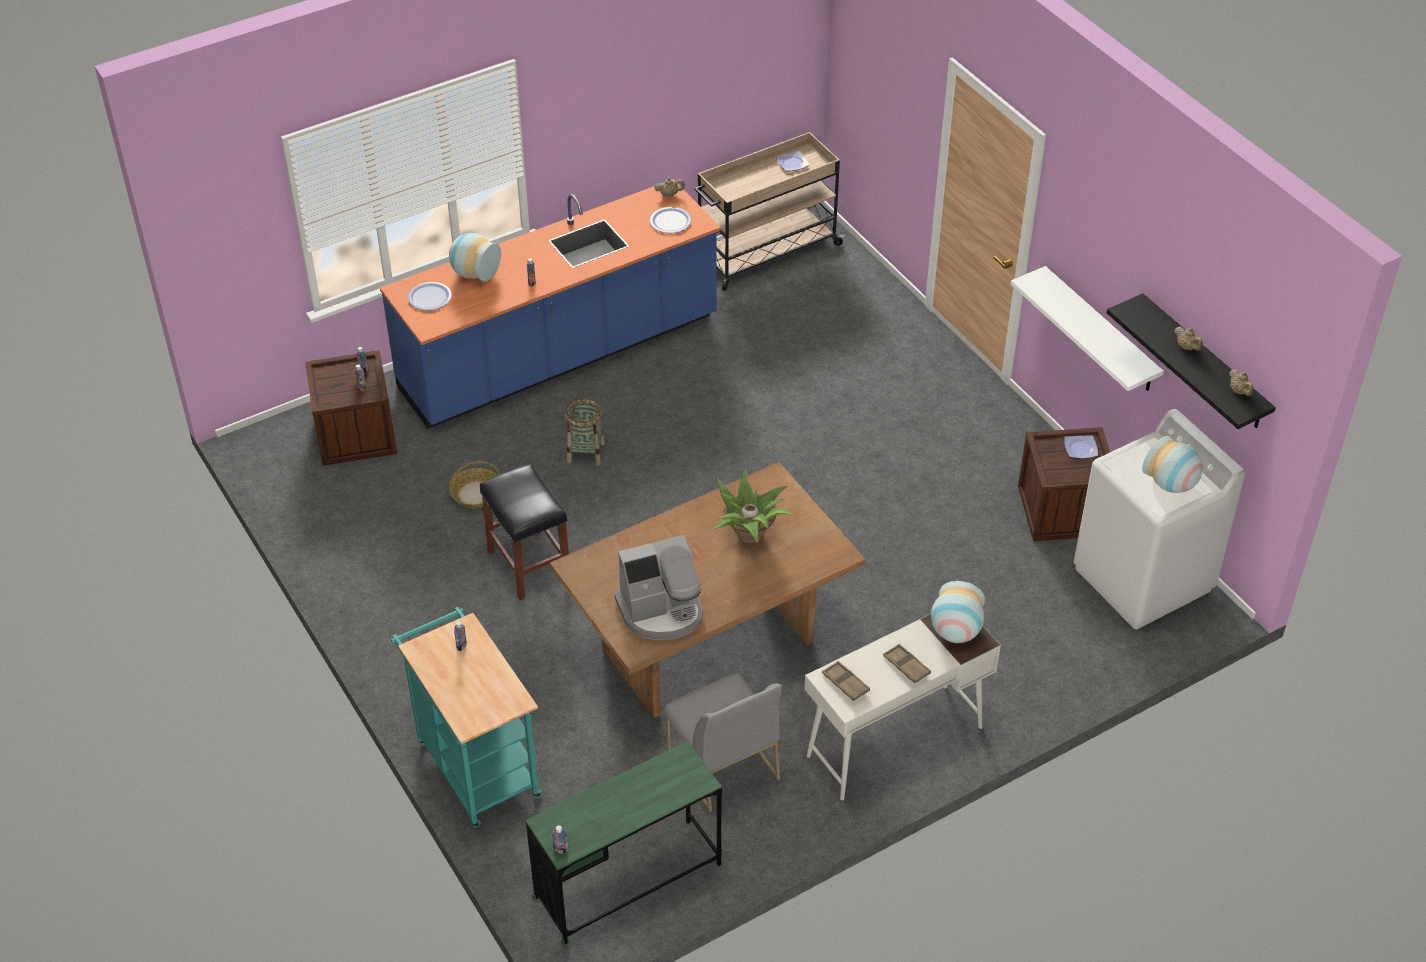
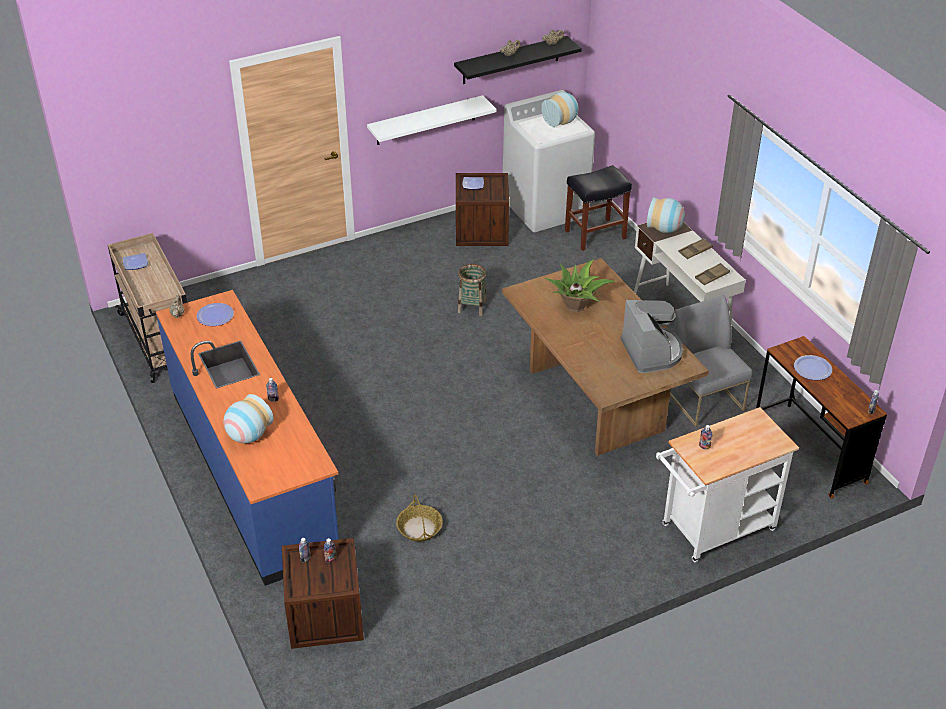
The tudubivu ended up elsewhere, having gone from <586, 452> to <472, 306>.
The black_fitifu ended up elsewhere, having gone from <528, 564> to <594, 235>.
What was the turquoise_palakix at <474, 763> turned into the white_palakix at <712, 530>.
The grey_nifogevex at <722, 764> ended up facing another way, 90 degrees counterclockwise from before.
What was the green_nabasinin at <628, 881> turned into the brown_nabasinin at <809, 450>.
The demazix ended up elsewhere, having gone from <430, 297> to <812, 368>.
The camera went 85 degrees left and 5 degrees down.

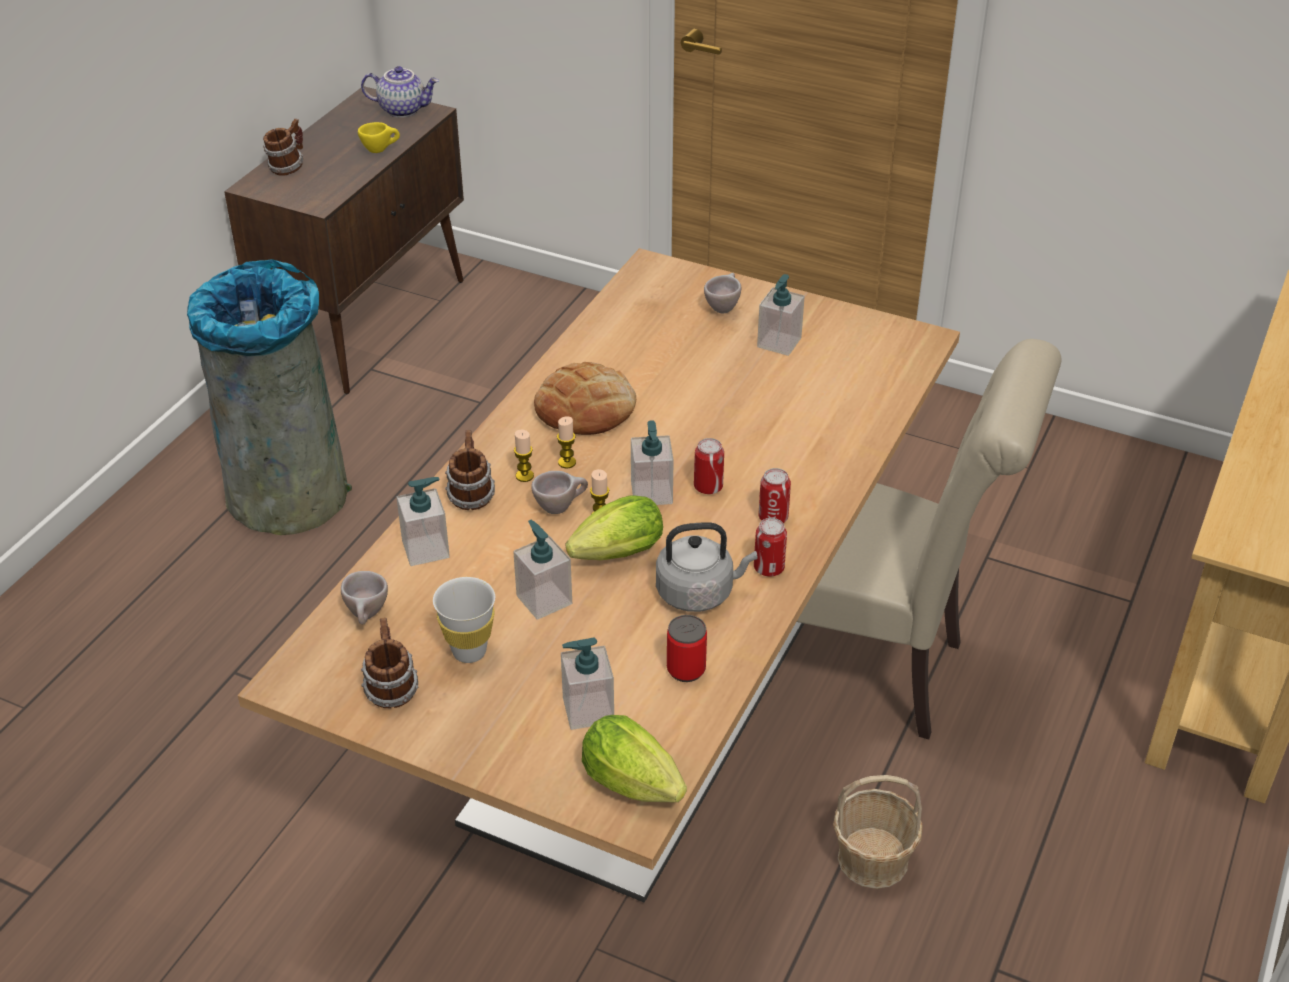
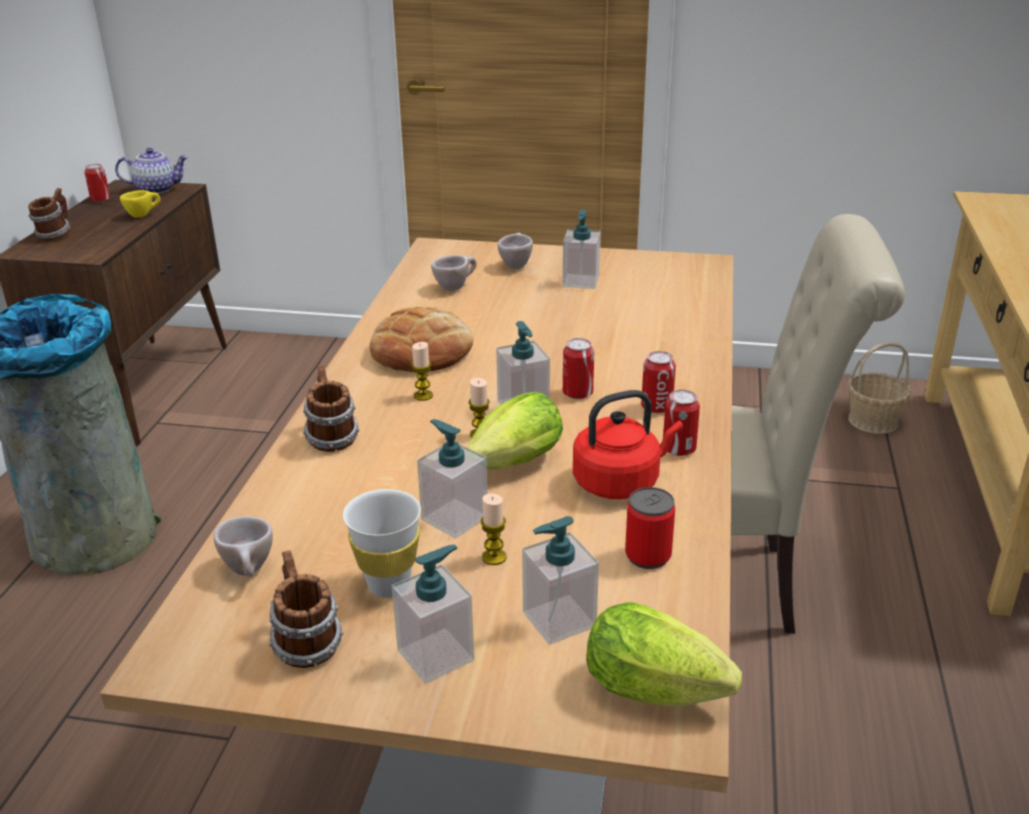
The second view gained the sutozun at <100, 200>.
The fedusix ended up elsewhere, having gone from <426, 549> to <436, 655>.
The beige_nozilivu ended up elsewhere, having gone from <560, 507> to <455, 287>.
The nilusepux ended up elsewhere, having gone from <524, 476> to <494, 557>.
What was the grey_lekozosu at <699, 592> turned into the red_lekozosu at <620, 482>.
The tudubivu ended up elsewhere, having gone from <873, 859> to <873, 421>.
The camera went 15 degrees left and 10 degrees down.

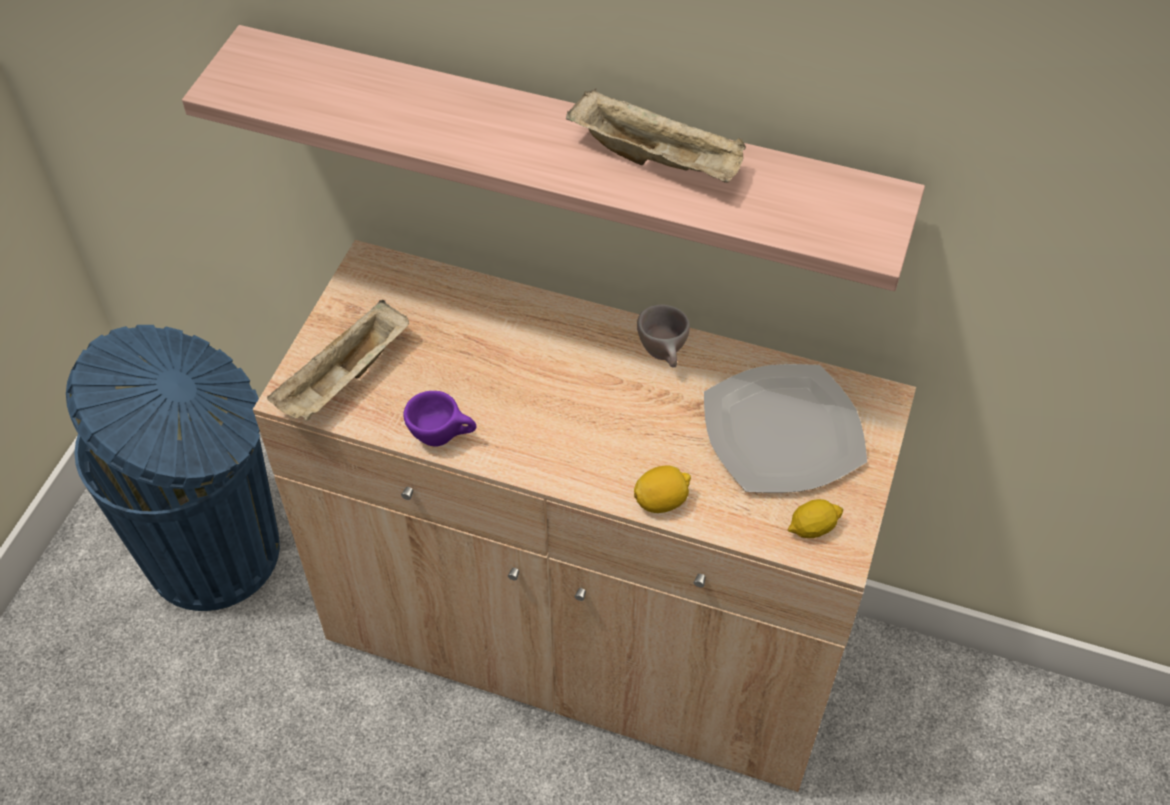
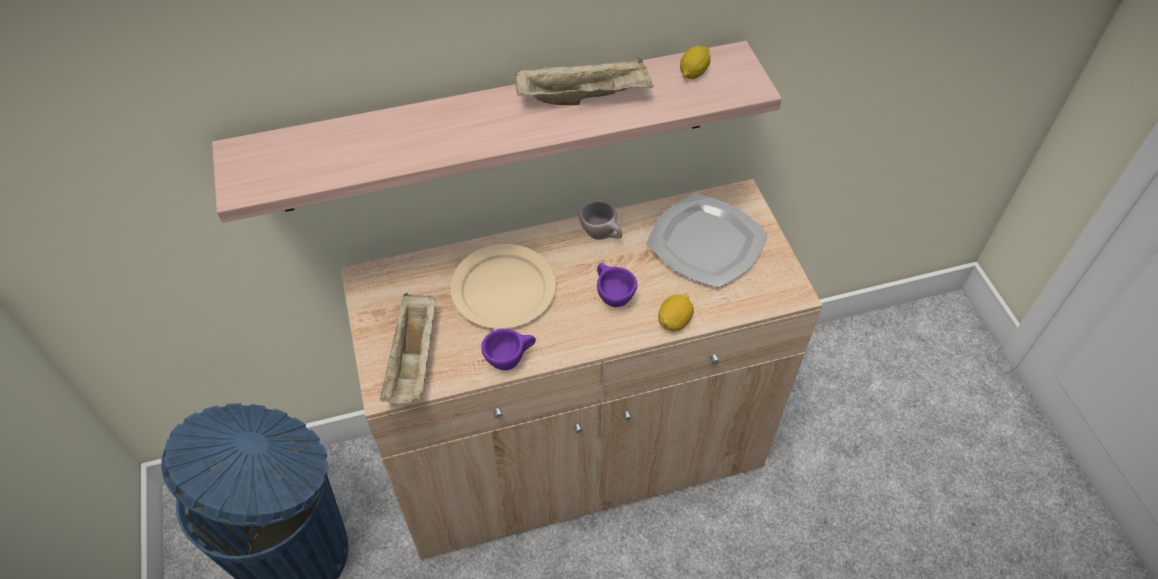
The second view gained the beige_demazix at <503, 290>.
The second view gained the purple_nozilivu at <611, 297>.
The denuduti ended up elsewhere, having gone from <812, 528> to <693, 72>.
The camera went 35 degrees left and 0 degrees up.

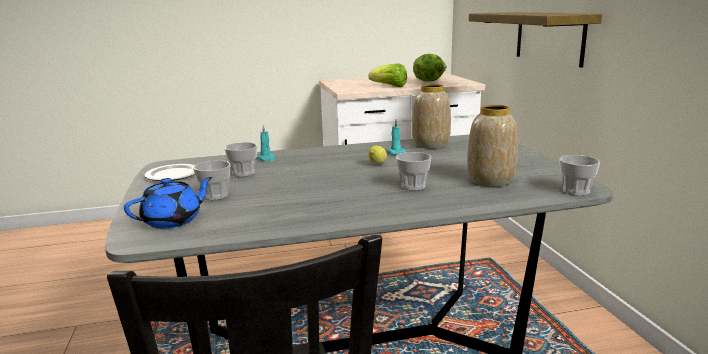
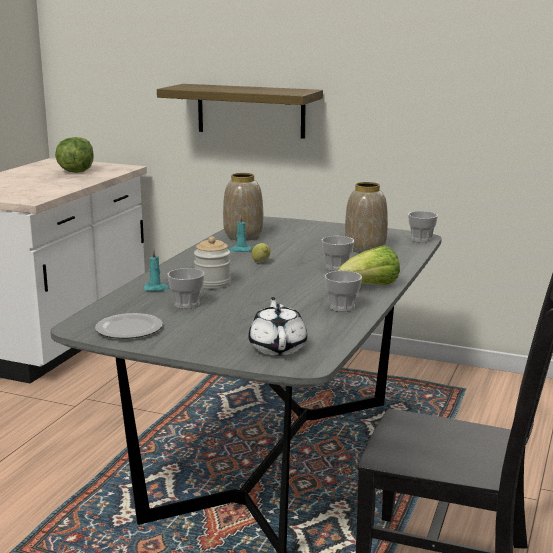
The second view gained the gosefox at <212, 283>.
What was the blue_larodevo at <173, 221> turned into the white_larodevo at <278, 347>.
The nozilivu ended up elsewhere, having gone from <215, 195> to <342, 307>.
The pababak ended up elsewhere, having gone from <389, 86> to <370, 287>.
The camera went 55 degrees left and 0 degrees up.

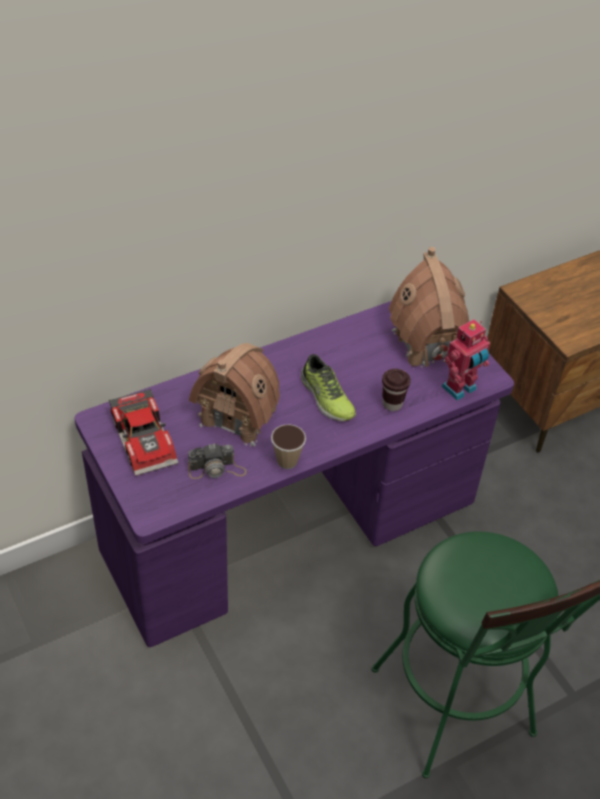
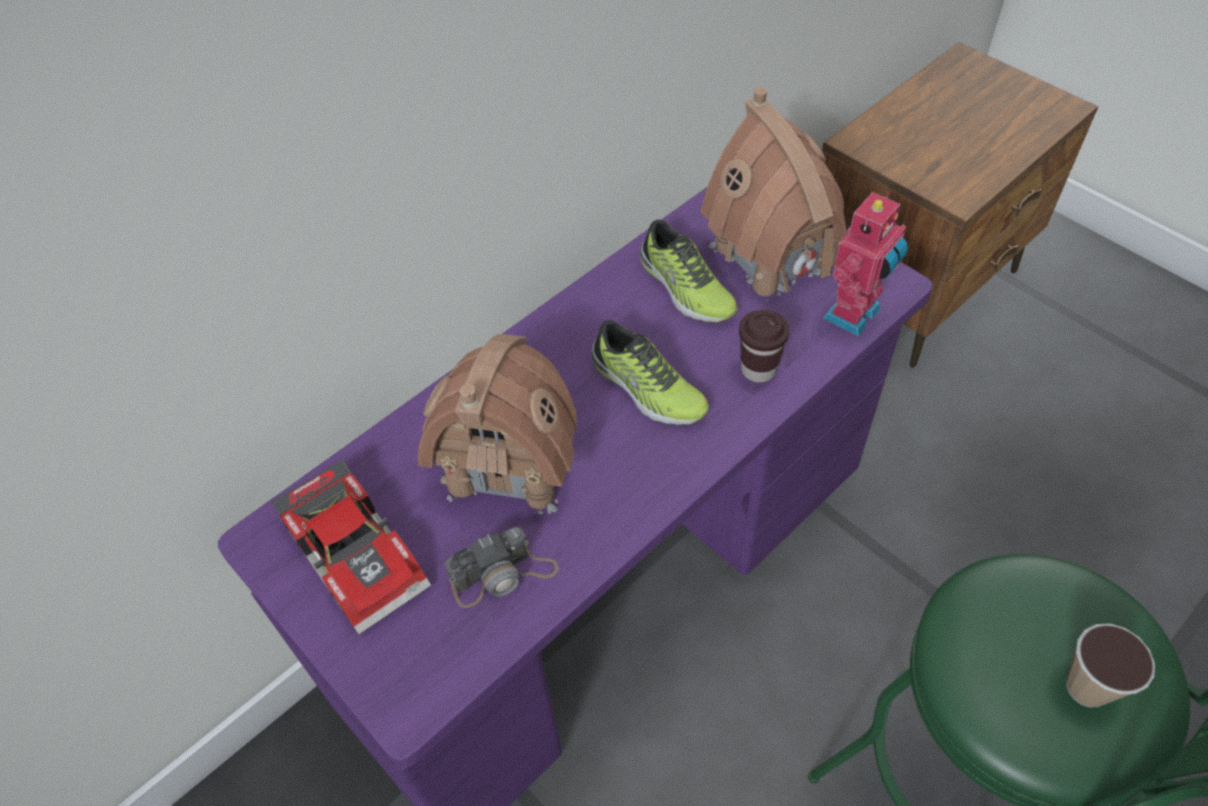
The second view gained the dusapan at <685, 288>.
The nozilivu ended up elsewhere, having gone from <287, 461> to <1087, 687>.
The camera went 10 degrees left and 5 degrees up.

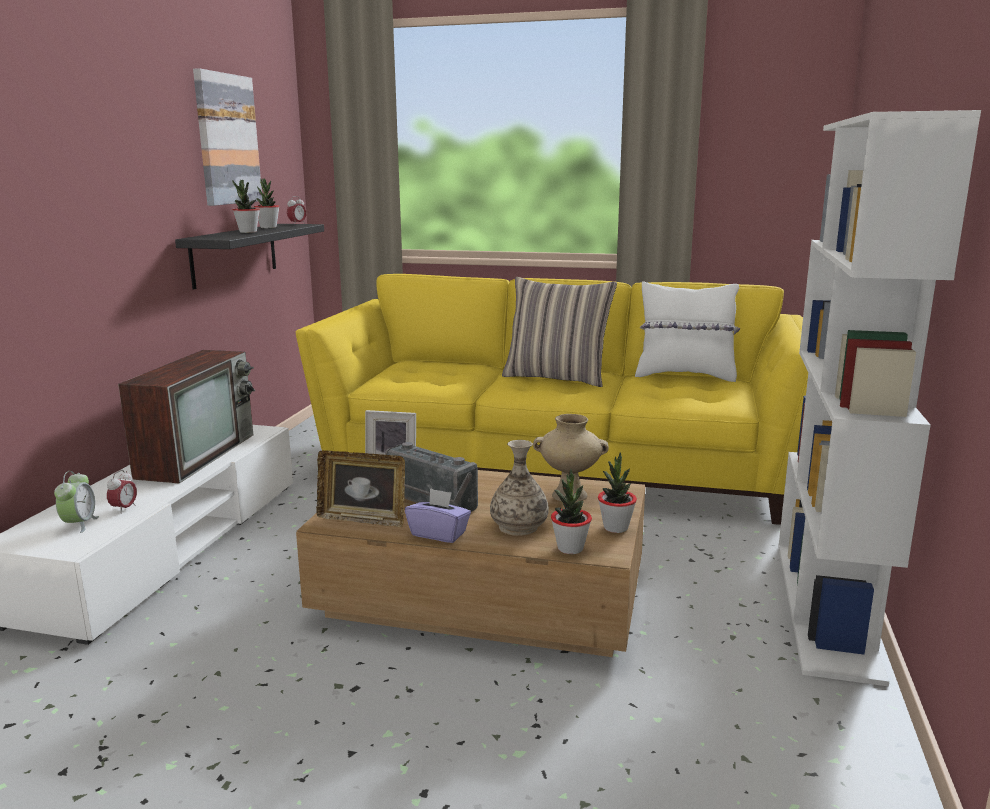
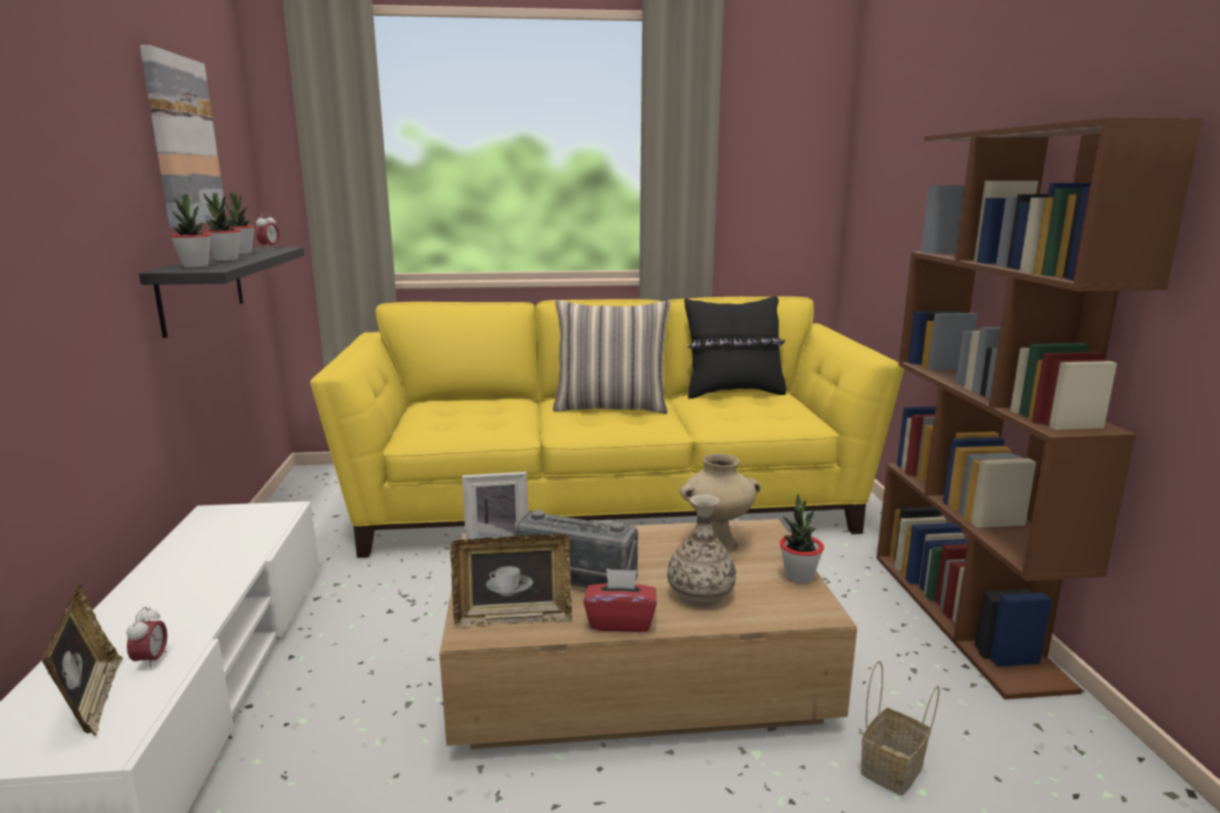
Where the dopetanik stood at <79, 524>, the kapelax came to stand at <92, 701>.
The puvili ended up elsewhere, having gone from <570, 548> to <195, 266>.
What was the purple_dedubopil at <439, 534> turned into the red_dedubopil at <620, 621>.
What was the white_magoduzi at <685, 376> turned into the black_magoduzi at <733, 392>.
The second view gained the tudubivu at <892, 770>.
What was the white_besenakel at <827, 607> turned into the brown_besenakel at <965, 616>.
The second view lost the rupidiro at <198, 454>.
The camera went 20 degrees left and 0 degrees up.

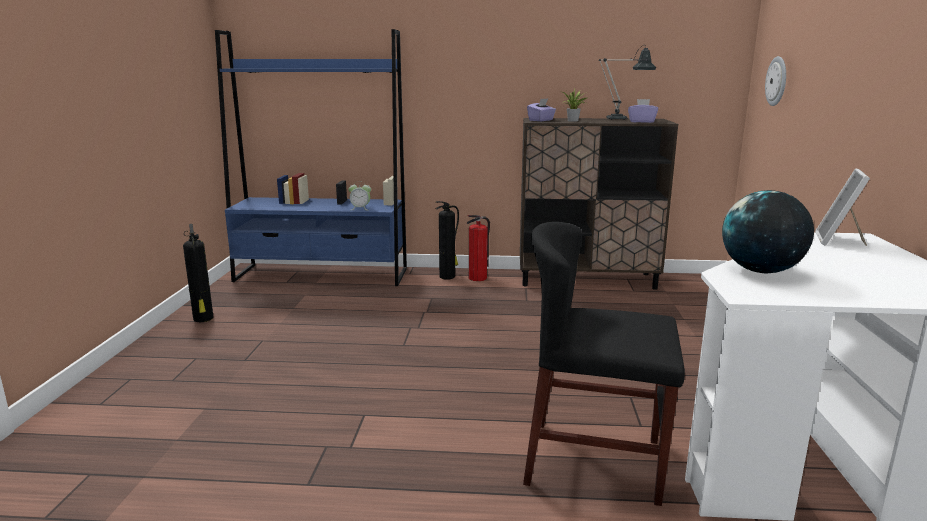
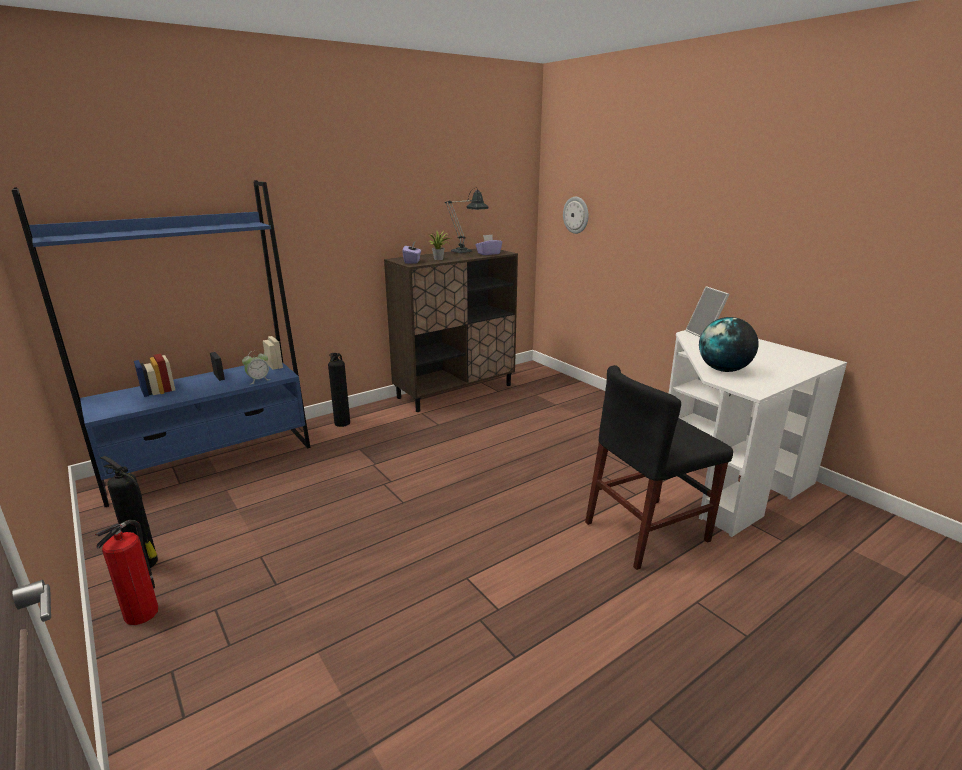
The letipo ended up elsewhere, having gone from <478, 278> to <142, 613>.
The camera went 40 degrees left and 5 degrees up.

